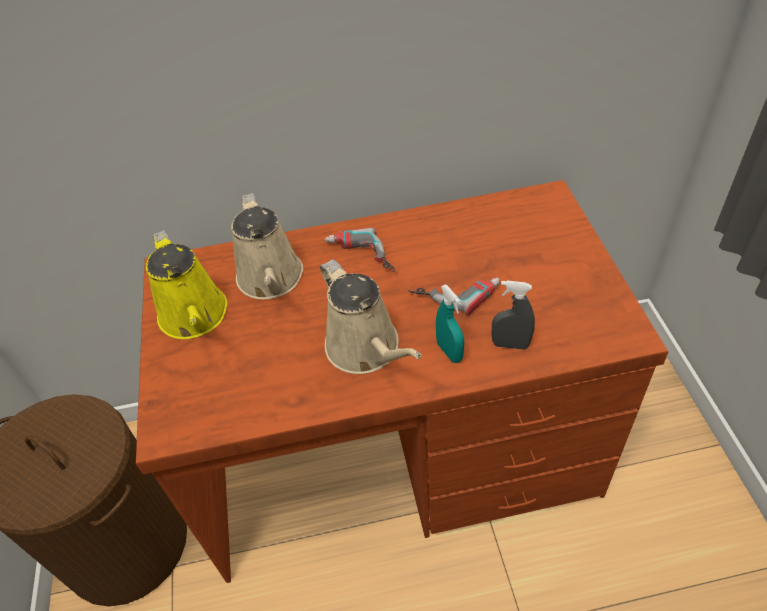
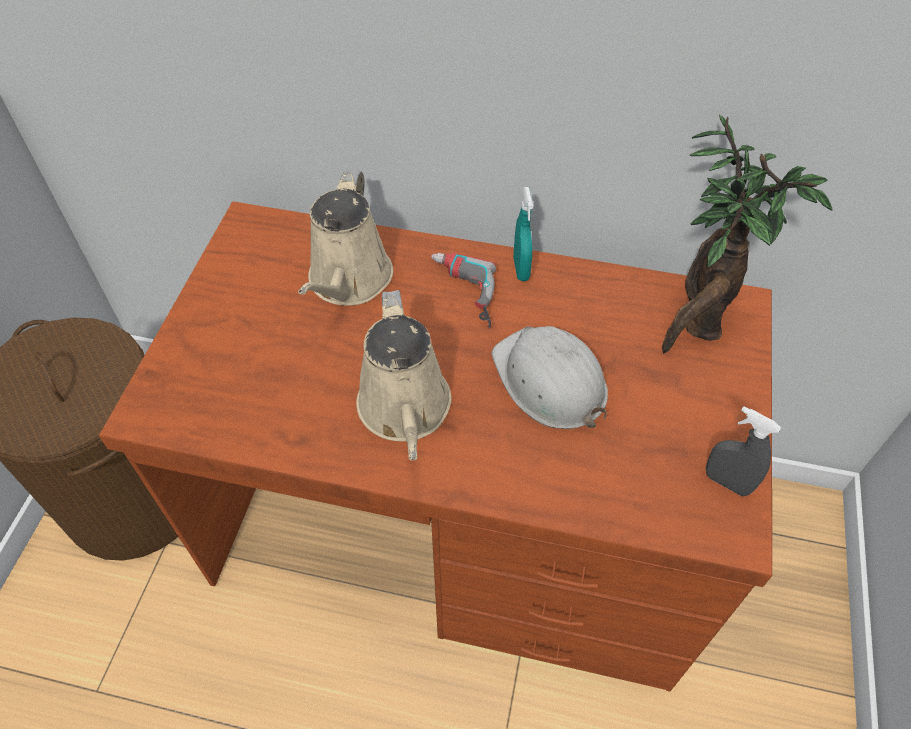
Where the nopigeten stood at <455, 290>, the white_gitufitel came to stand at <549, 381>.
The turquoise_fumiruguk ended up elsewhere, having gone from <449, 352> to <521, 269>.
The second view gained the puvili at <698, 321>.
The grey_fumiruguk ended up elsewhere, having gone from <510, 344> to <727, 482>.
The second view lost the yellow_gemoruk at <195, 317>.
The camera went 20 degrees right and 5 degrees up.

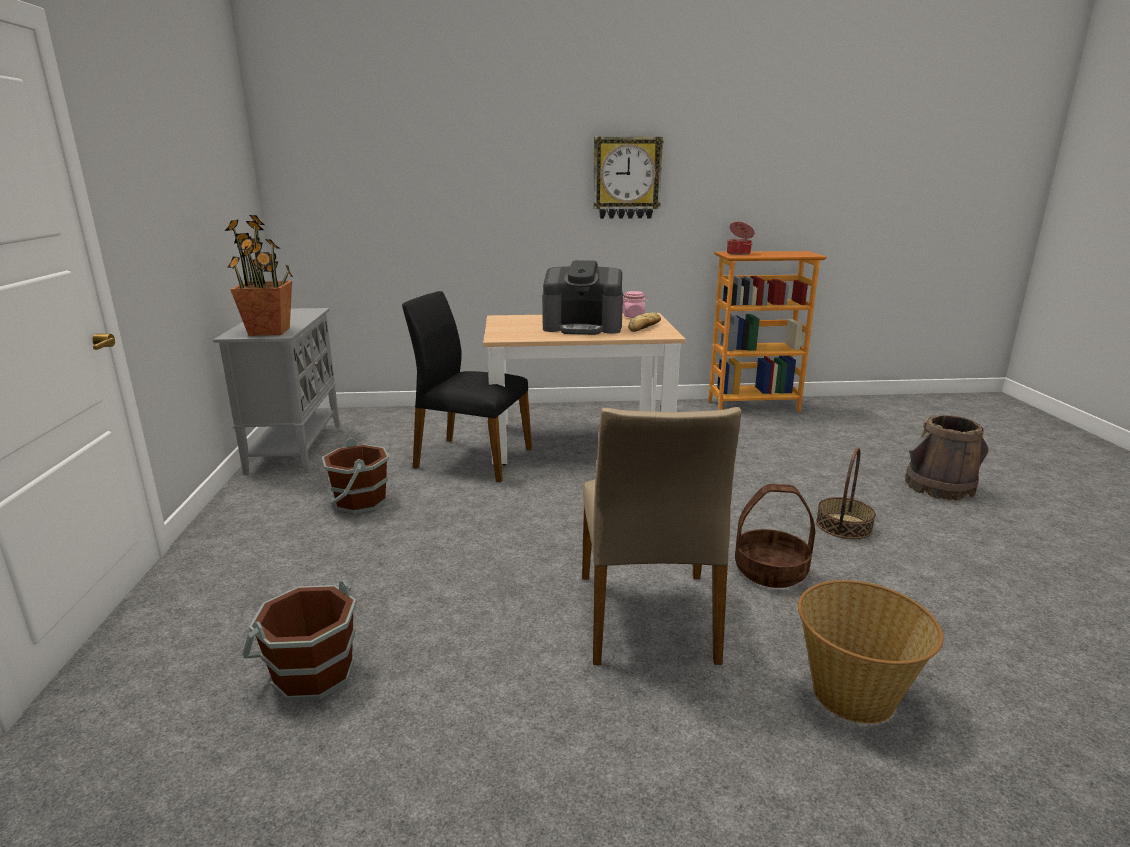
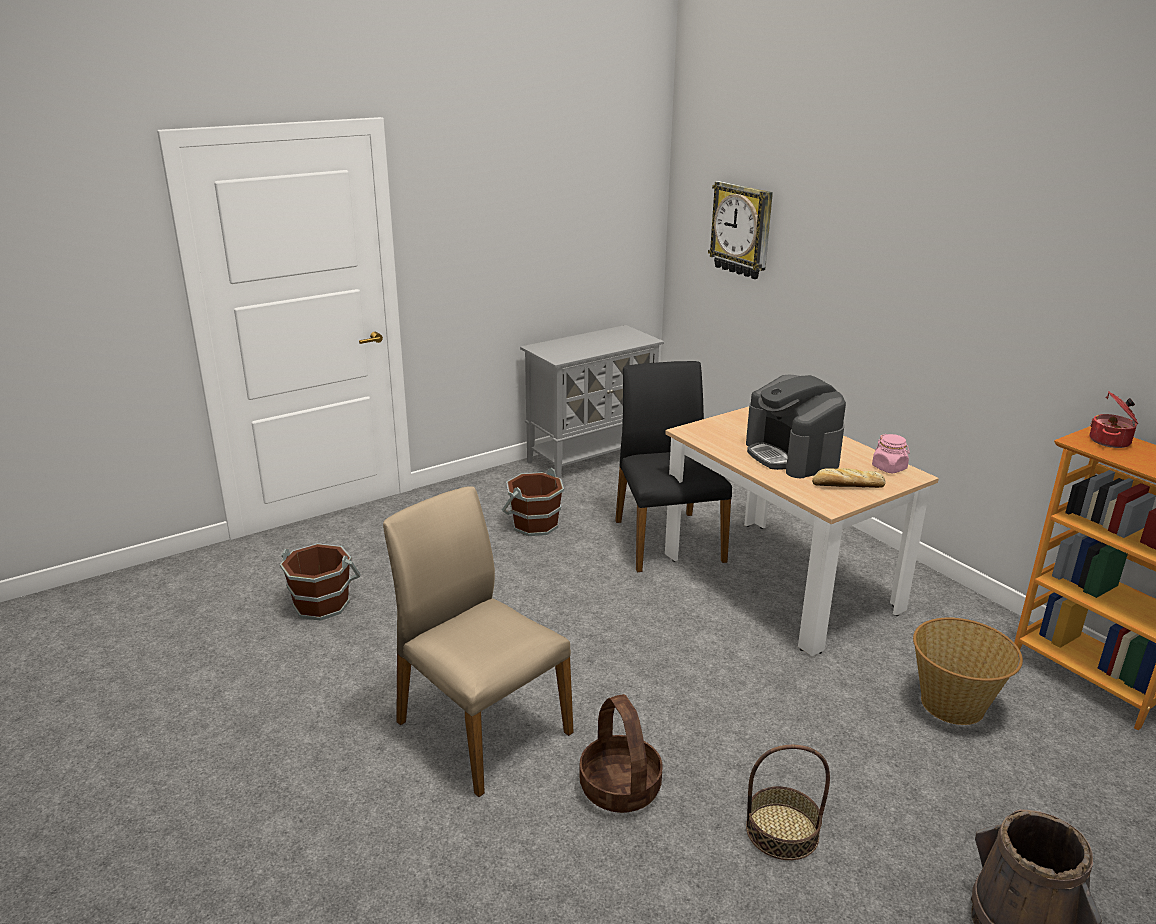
The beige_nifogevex at <648, 617> ended up facing another way, 75 degrees clockwise from before.
The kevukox ended up elsewhere, having gone from <626, 178> to <742, 230>.
The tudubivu ended up elsewhere, having gone from <854, 693> to <954, 704>.
The second view lost the puvili at <269, 332>.
The camera went 60 degrees right and 5 degrees up.

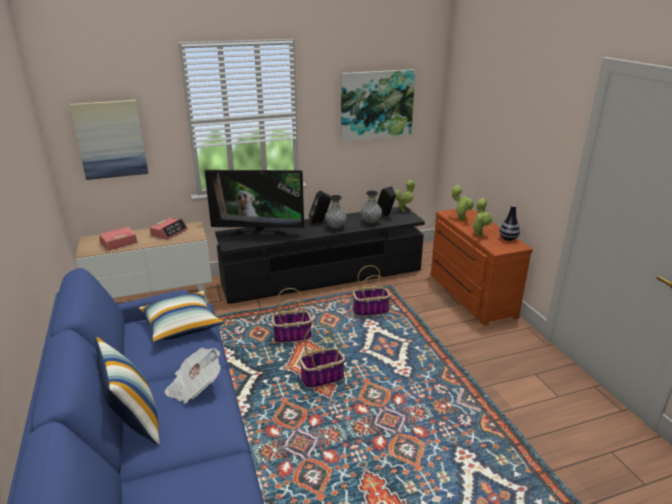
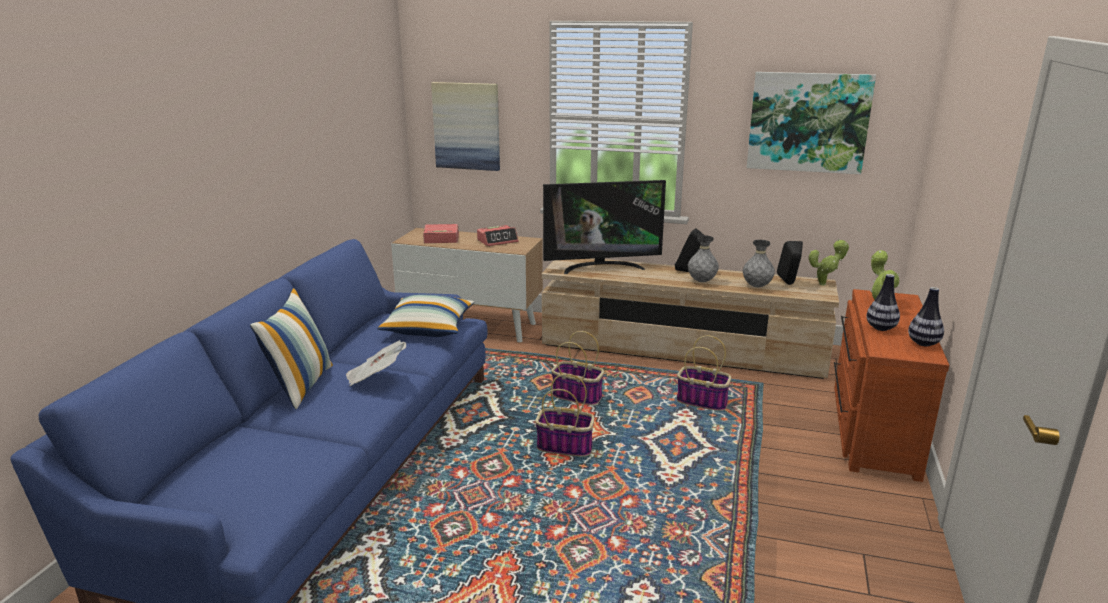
What was the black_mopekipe at <322, 277> turned into the beige_mopekipe at <681, 349>.
The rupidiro at <259, 233> ended up facing another way, 45 degrees counterclockwise from before.
Where the puvili stood at <479, 235>, the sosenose came to stand at <880, 328>.
The camera went 35 degrees right and 5 degrees down.

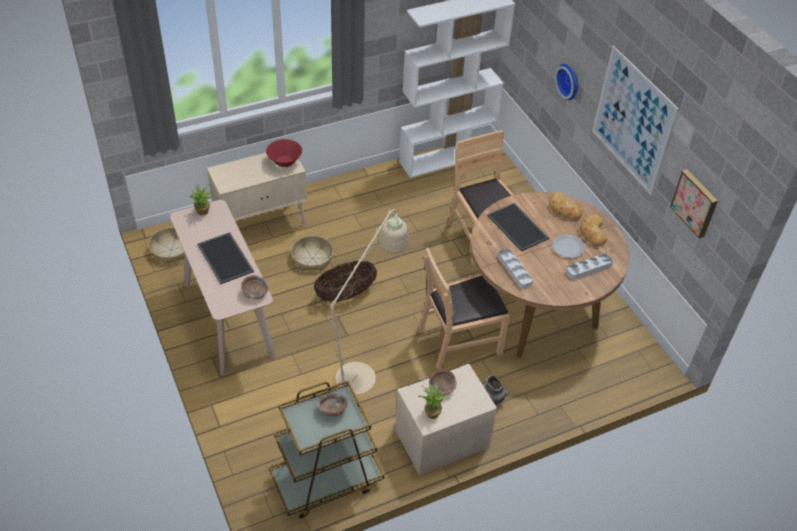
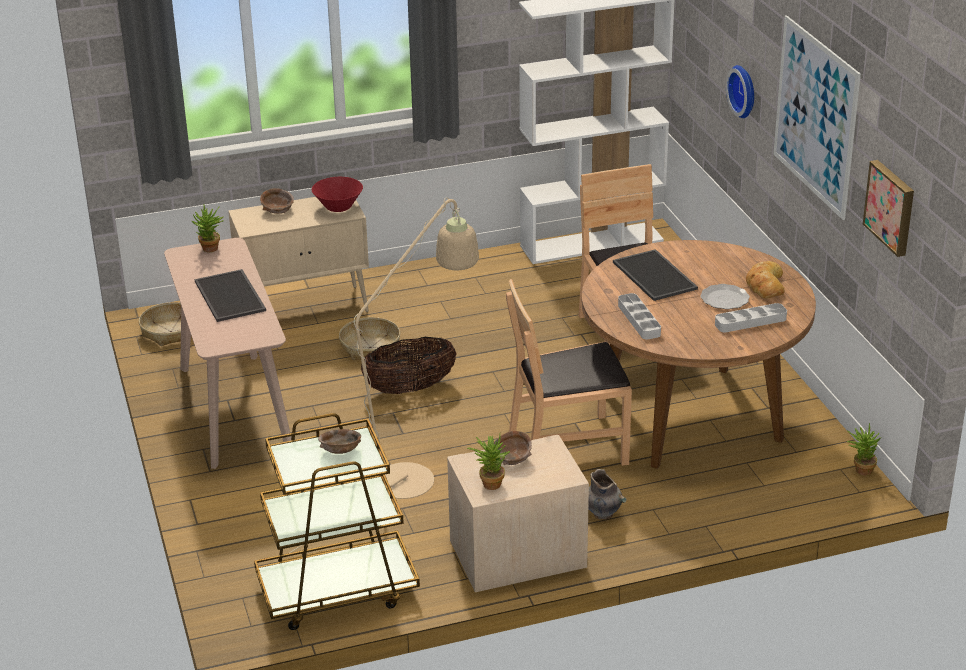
The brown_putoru ended up elsewhere, having gone from <255, 293> to <277, 210>.
The second view gained the puvili at <860, 469>.
The second view lost the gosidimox at <563, 209>.
The camera went 10 degrees right and 15 degrees down.

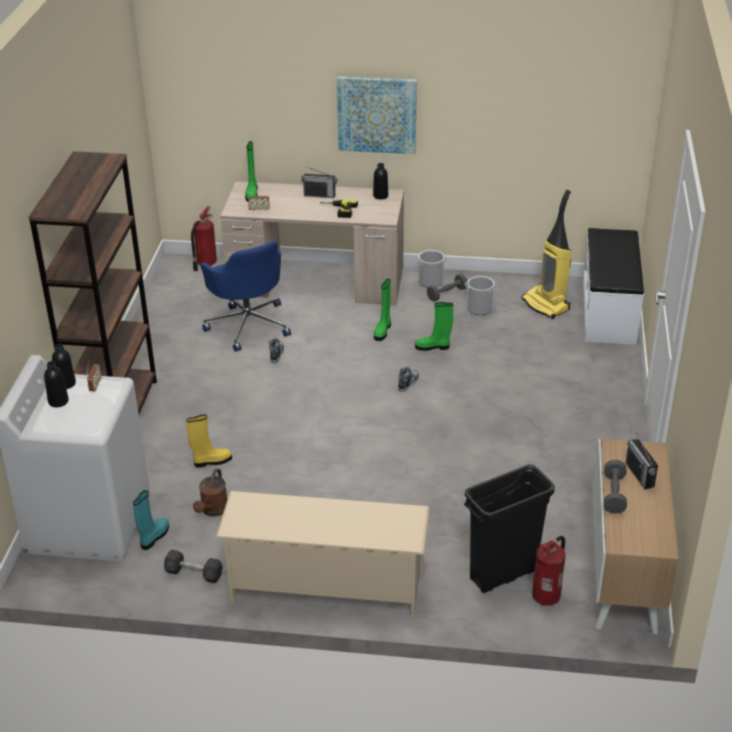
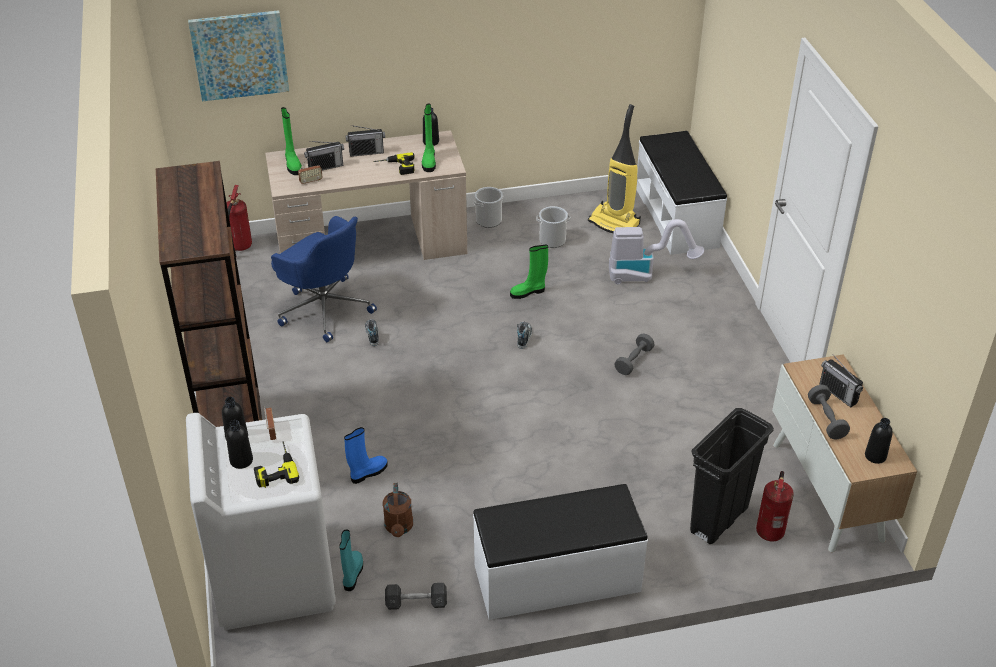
The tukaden ended up elsewhere, having gone from <377, 114> to <239, 55>.
The second view gained the nopigeten at <274, 468>.
The second view gained the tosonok at <325, 167>.
What was the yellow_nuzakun at <211, 461> turned into the blue_nuzakun at <368, 473>.
The green_nuzakun ended up elsewhere, having gone from <383, 331> to <429, 161>.
Where the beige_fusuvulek stood at <326, 586>, the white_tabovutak came to stand at <557, 579>.
The second view gained the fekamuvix at <646, 274>.
The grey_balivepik ended up elsewhere, having gone from <447, 294> to <633, 361>.
The second view gained the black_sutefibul at <875, 456>.
The camera went 20 degrees left and 5 degrees up.

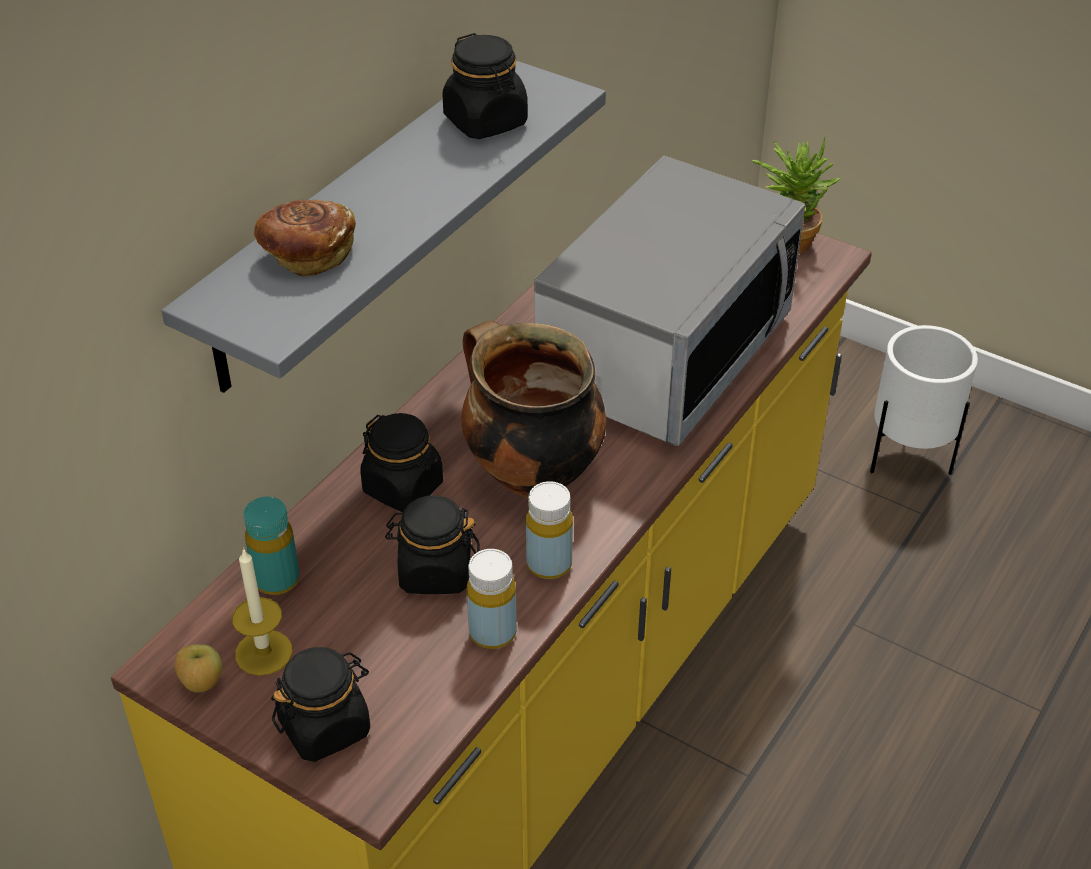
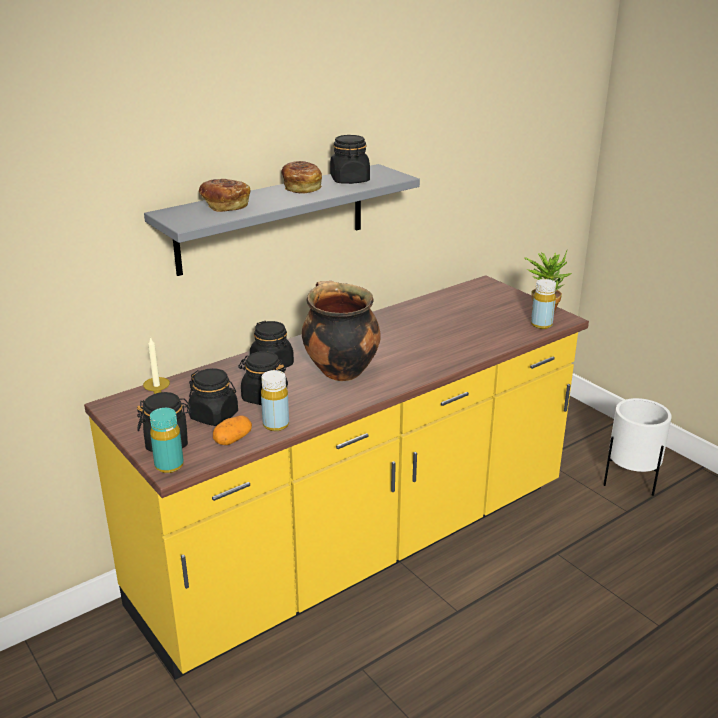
The turquoise_sutefibul ended up elsewhere, having gone from <277, 580> to <169, 466>.
The second view gained the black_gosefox at <214, 416>.
The second view gained the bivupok at <232, 439>.
The second view gained the gosidimox at <302, 188>.
The yellow_sutefibul ended up elsewhere, having gone from <549, 564> to <541, 325>.
The second view lost the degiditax at <201, 683>.
The second view lost the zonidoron at <664, 353>.
The camera went 20 degrees right and 15 degrees down.

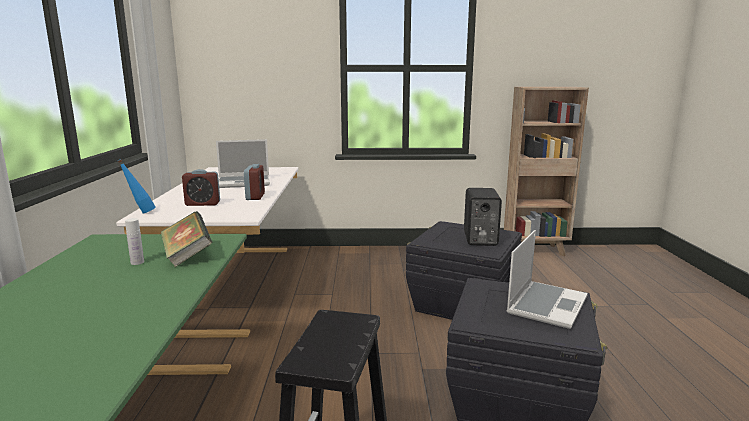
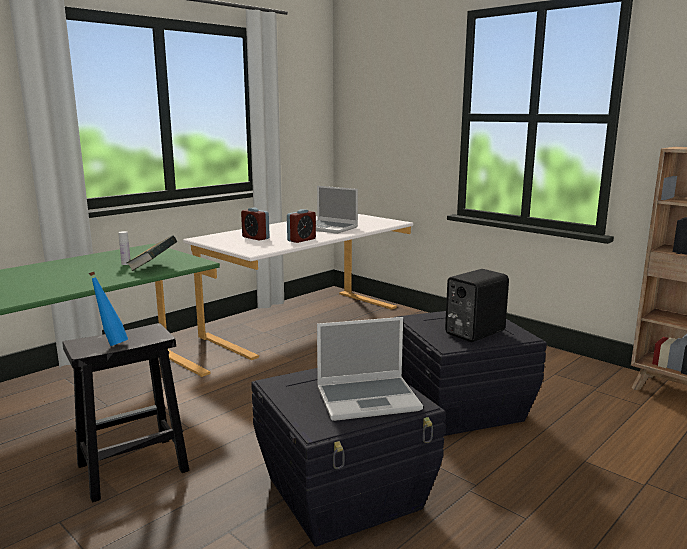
The blue_sutefibul ended up elsewhere, having gone from <140, 213> to <111, 343>.
The camera went 45 degrees right and 0 degrees up.

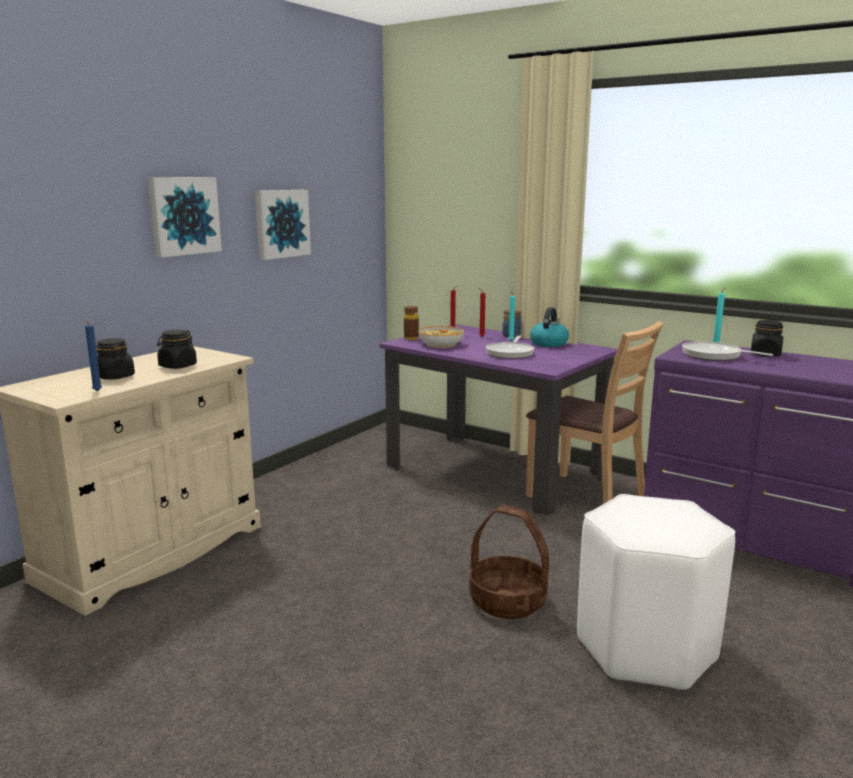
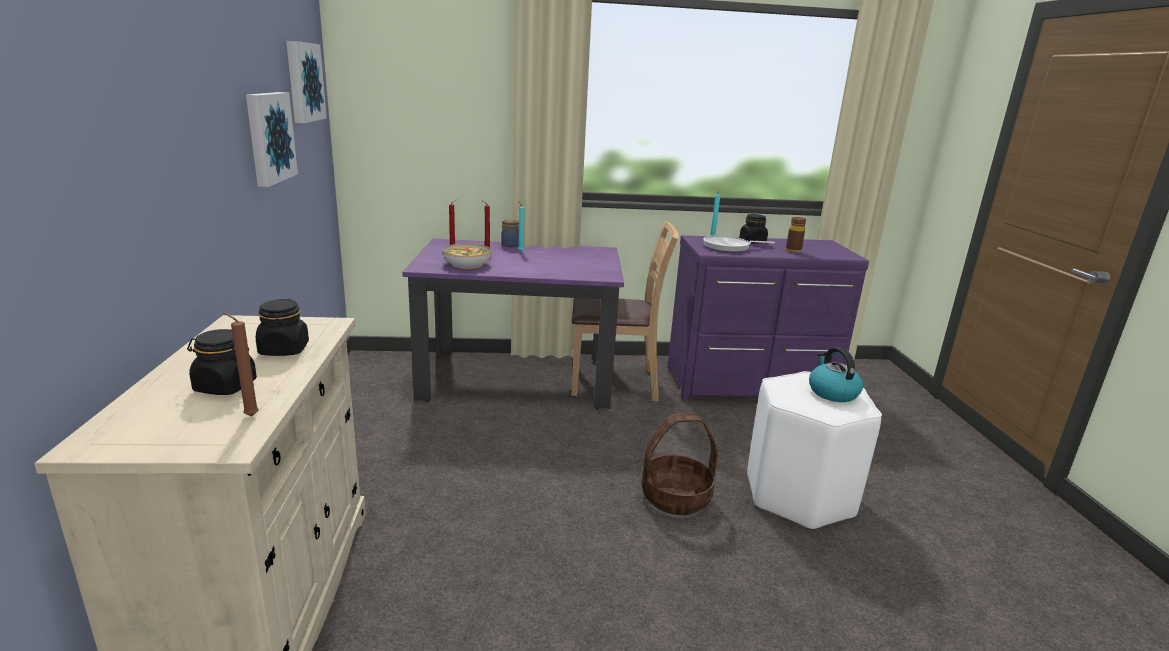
What was the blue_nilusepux at <96, 391> turned into the brown_nilusepux at <249, 416>.
The tukaden ended up elsewhere, having gone from <183, 215> to <303, 82>.
The brown_sutefibul ended up elsewhere, having gone from <411, 338> to <793, 250>.
The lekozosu ended up elsewhere, having gone from <549, 343> to <832, 392>.
The second view lost the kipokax at <510, 353>.
The camera went 40 degrees left and 5 degrees up.

